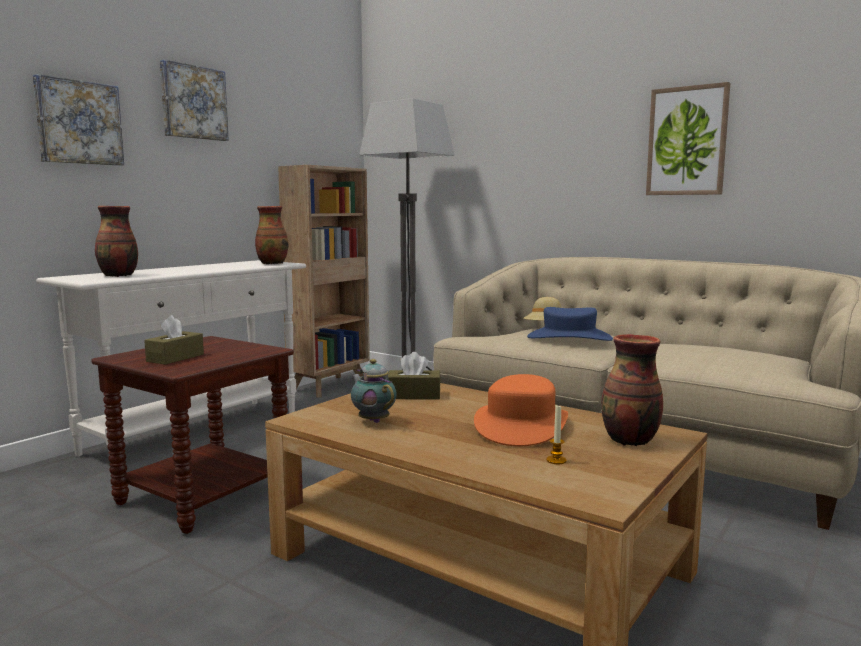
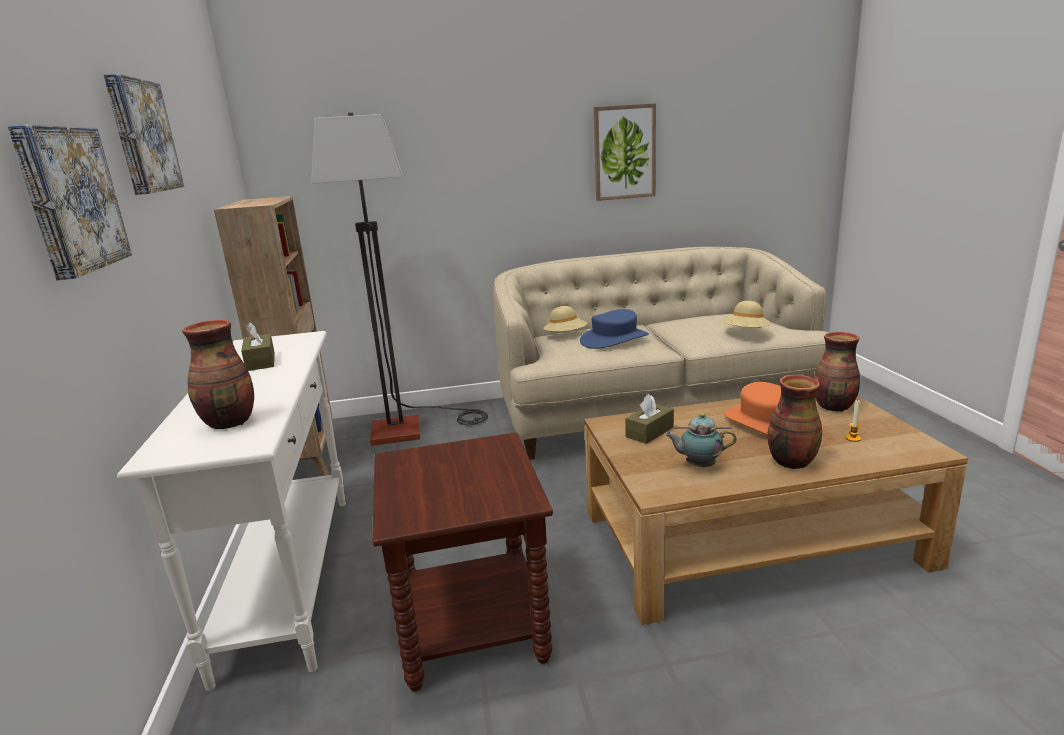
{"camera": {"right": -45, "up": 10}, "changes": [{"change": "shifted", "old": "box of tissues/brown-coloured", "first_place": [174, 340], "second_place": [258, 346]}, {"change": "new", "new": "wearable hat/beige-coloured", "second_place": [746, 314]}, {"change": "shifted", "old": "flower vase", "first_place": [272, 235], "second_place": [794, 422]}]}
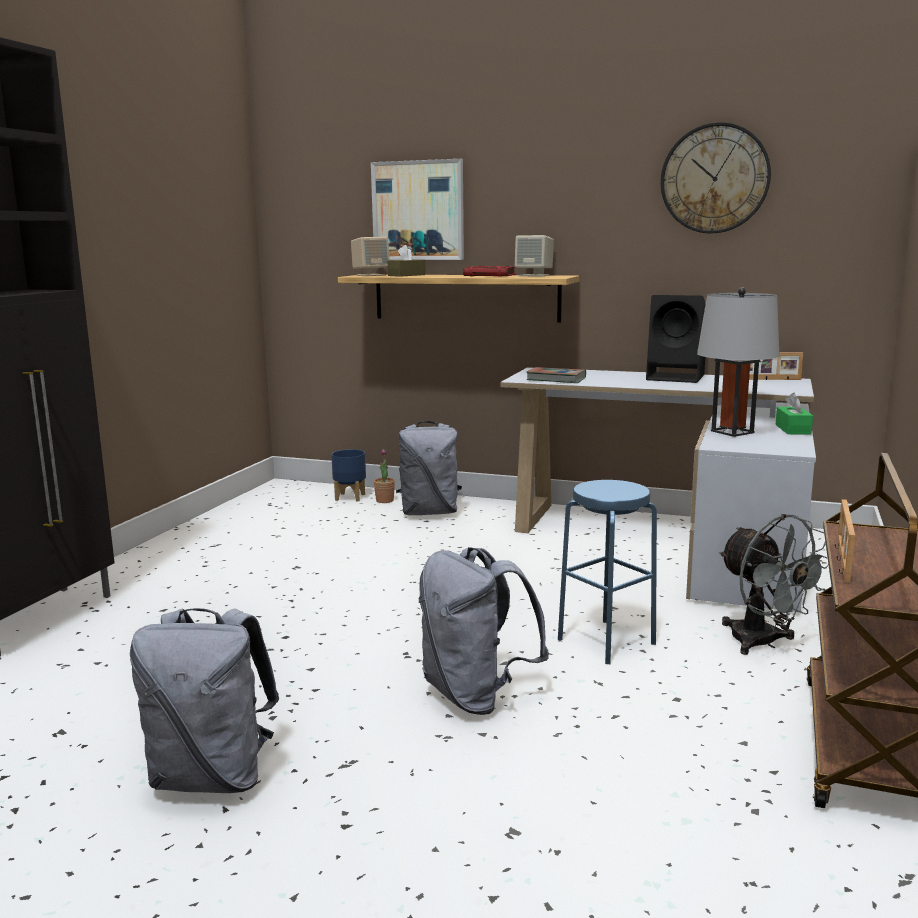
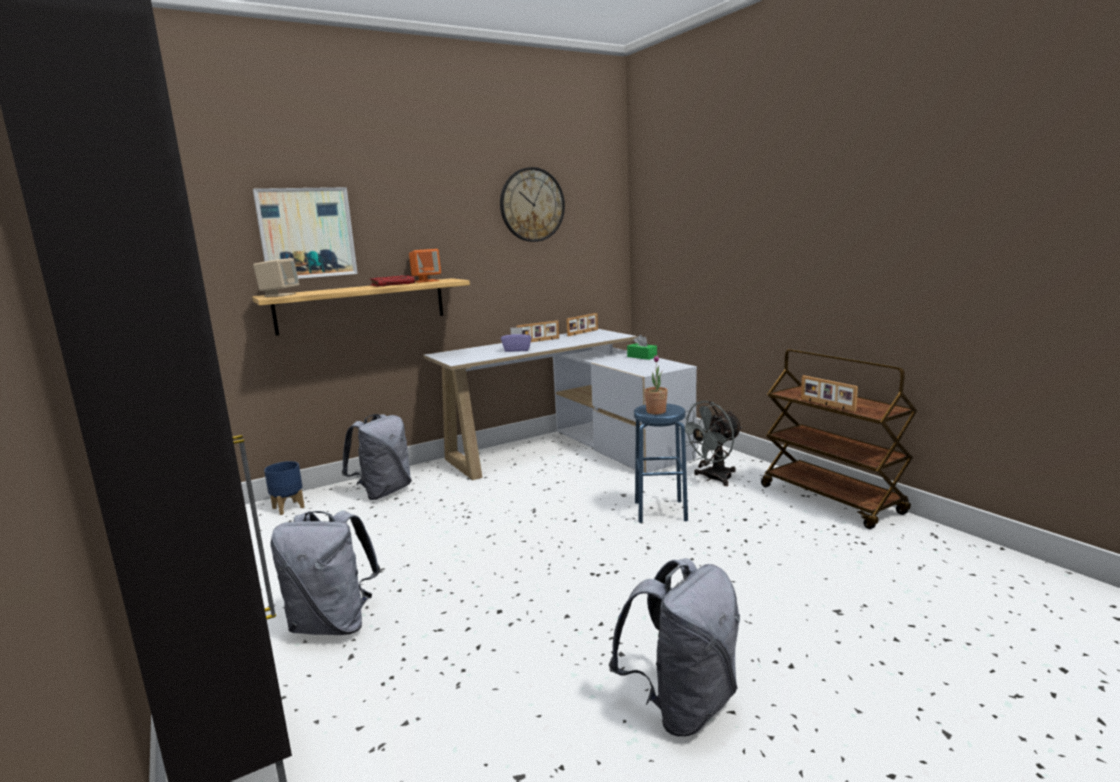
{"camera": {"right": -50, "up": 0}, "changes": [{"change": "shifted", "old": "rucksack/grey", "first_place": [484, 631], "second_place": [325, 573]}, {"change": "repainted", "old": "loudspeaker/beige-coloured", "new": "loudspeaker/orange-coloured", "first_place": [534, 256], "second_place": [425, 266]}, {"change": "new", "new": "box of tissues/purplish", "second_place": [516, 339]}, {"change": "swapped", "old": "loudspeaker/black", "new": "photo frame", "first_place": [676, 339], "second_place": [538, 331]}, {"change": "shifted", "old": "houseplant", "first_place": [384, 476], "second_place": [656, 384]}, {"change": "rotated", "old": "electric fan/grey", "first_place": [774, 584], "second_place": [711, 443], "degrees": 135}, {"change": "gone", "old": "box of tissues/brown-coloured", "first_place": [407, 261]}, {"change": "gone", "old": "bound book", "first_place": [556, 375]}, {"change": "gone", "old": "lamp for a table/grey", "first_place": [738, 362]}]}
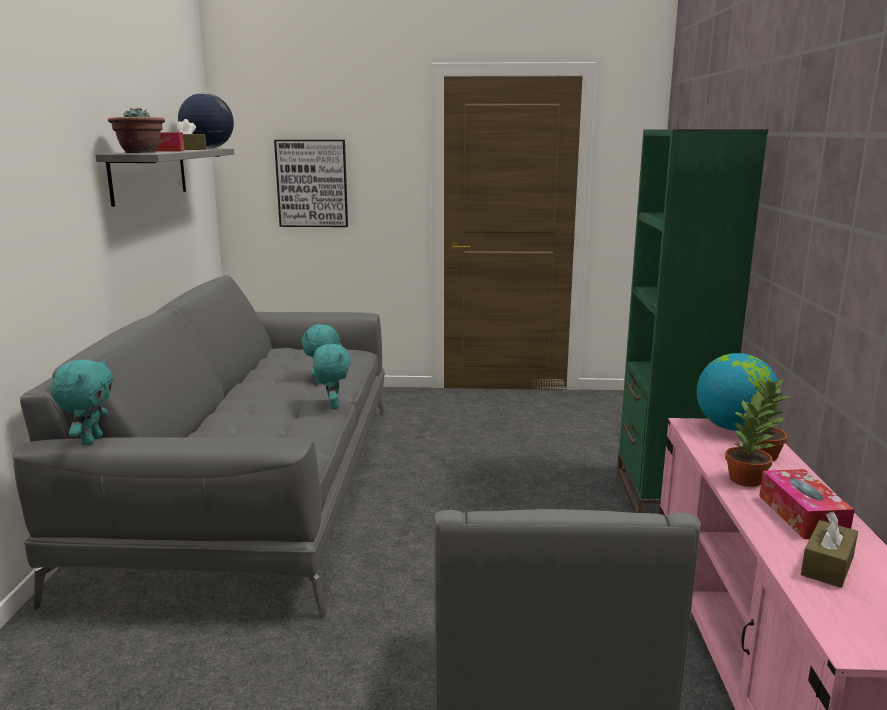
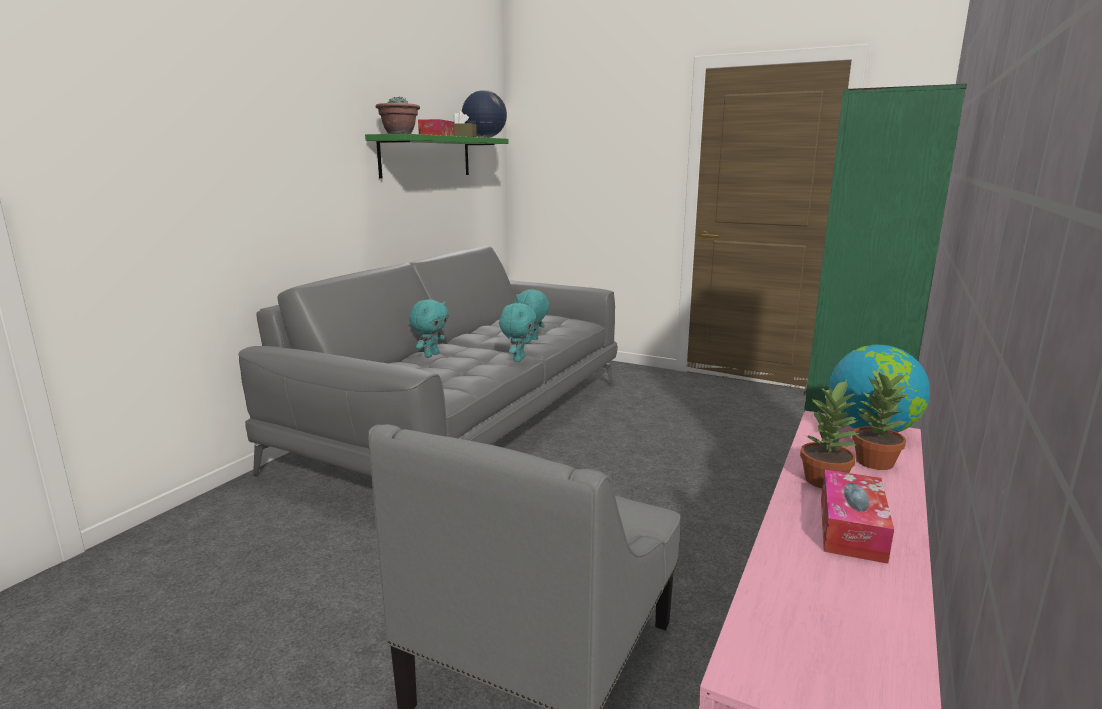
{"camera": {"right": 25, "up": 0}, "changes": [{"change": "repainted", "old": "shelf/grey", "new": "shelf/greenish", "first_place": [164, 178], "second_place": [436, 156]}, {"change": "shifted", "old": "plush toy/turquoise-coloured", "first_place": [82, 402], "second_place": [429, 328]}, {"change": "gone", "old": "wall art", "first_place": [311, 183]}, {"change": "gone", "old": "box of tissues/brown-coloured", "first_place": [829, 550]}]}
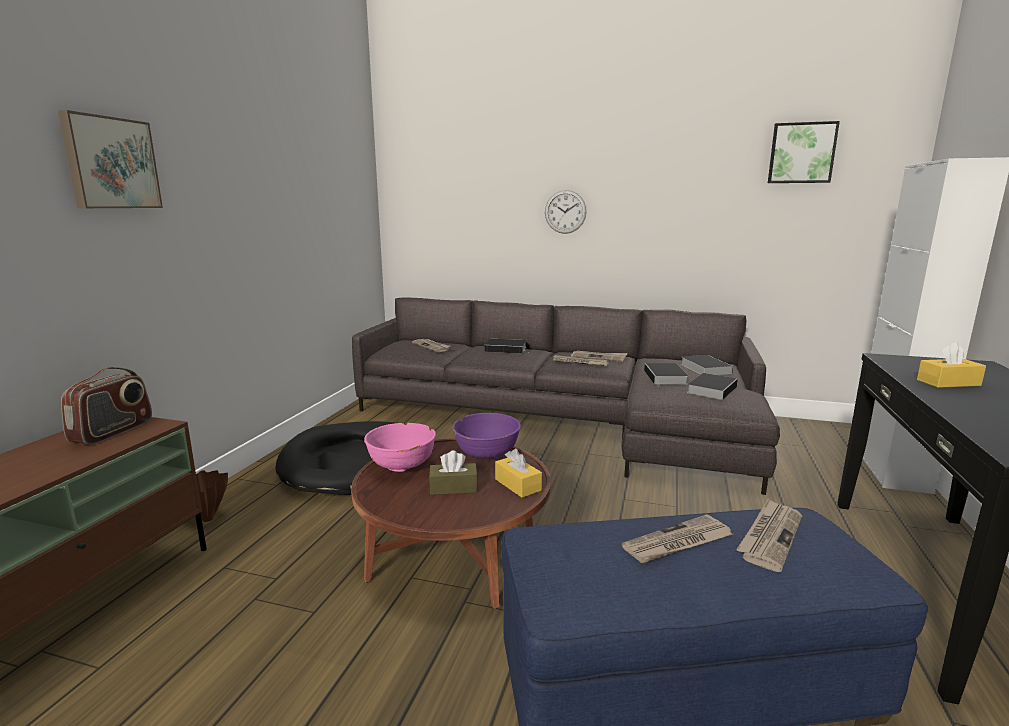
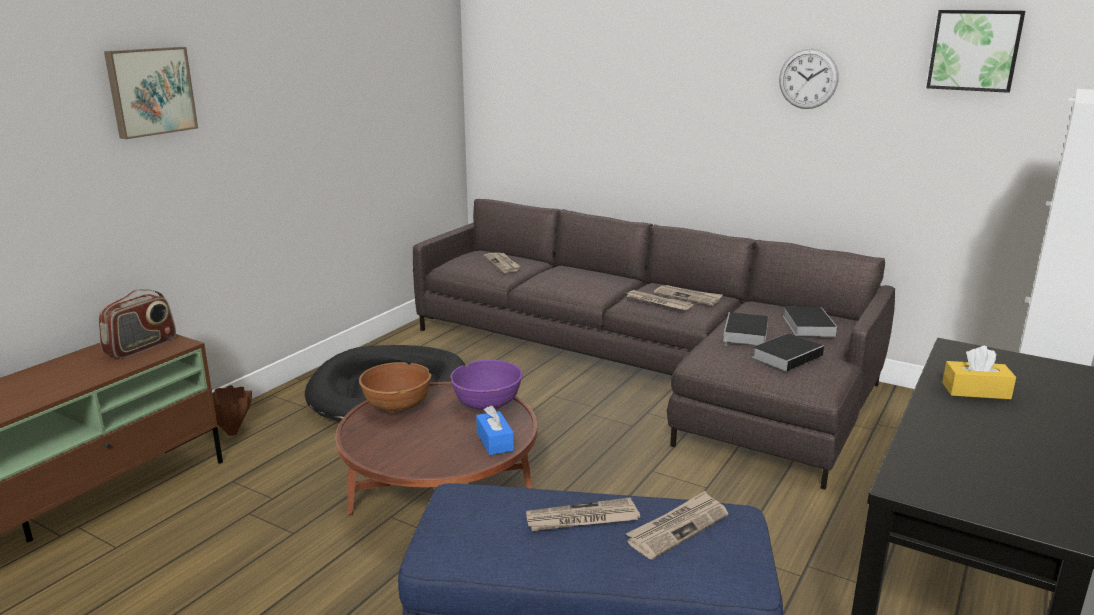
{"camera": {"right": 15, "up": 5}, "changes": [{"change": "repainted", "old": "serving bowl/pinkish", "new": "serving bowl/brown-coloured", "first_place": [400, 447], "second_place": [395, 387]}, {"change": "repainted", "old": "box of tissues/yellowish", "new": "box of tissues/blue", "first_place": [518, 473], "second_place": [495, 430]}, {"change": "shifted", "old": "hanging clock", "first_place": [566, 212], "second_place": [809, 79]}, {"change": "gone", "old": "box of tissues/brown-coloured", "first_place": [453, 472]}, {"change": "gone", "old": "bound book", "first_place": [505, 346]}]}
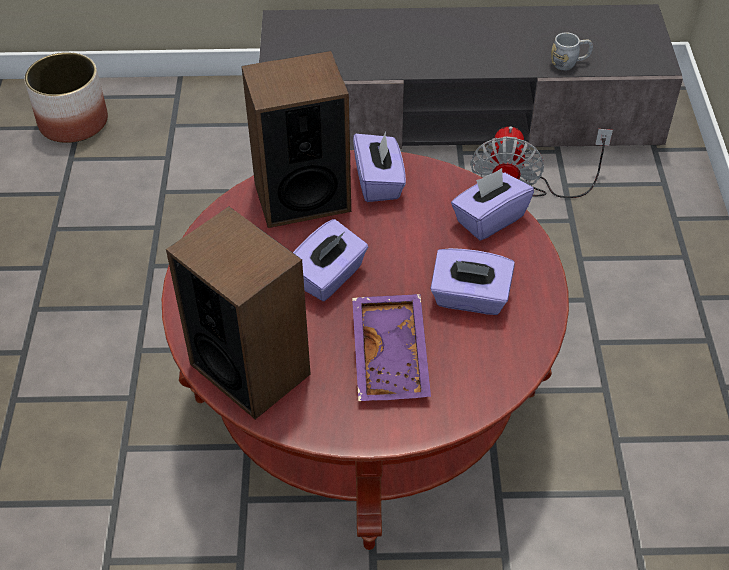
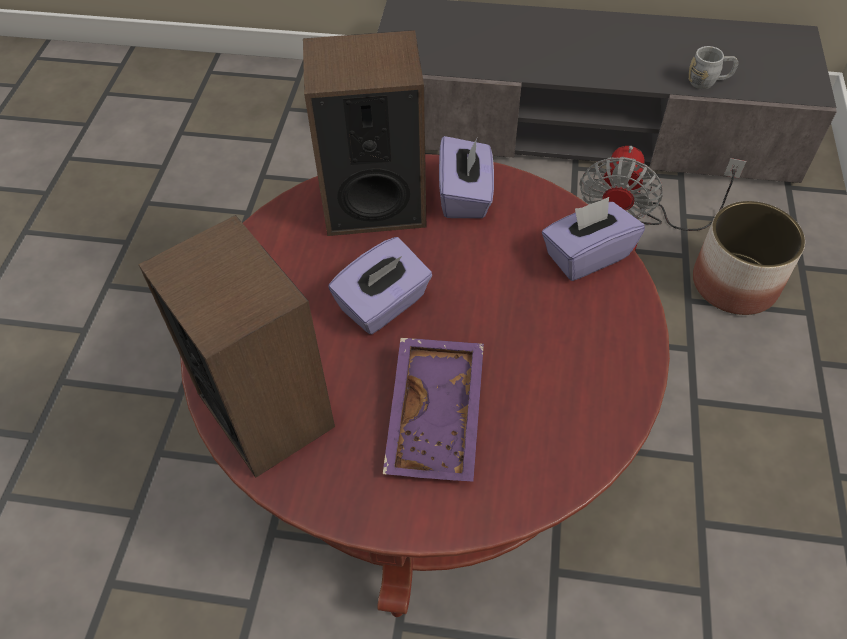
{"camera": {"right": 10, "up": 5}, "changes": [{"change": "shifted", "old": "flower pot", "first_place": [66, 97], "second_place": [749, 258]}, {"change": "gone", "old": "box of tissues/purplish", "first_place": [472, 281]}]}
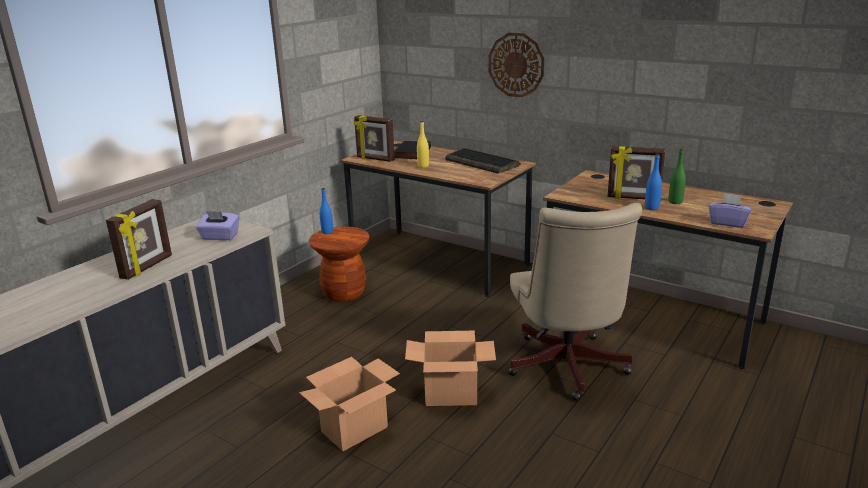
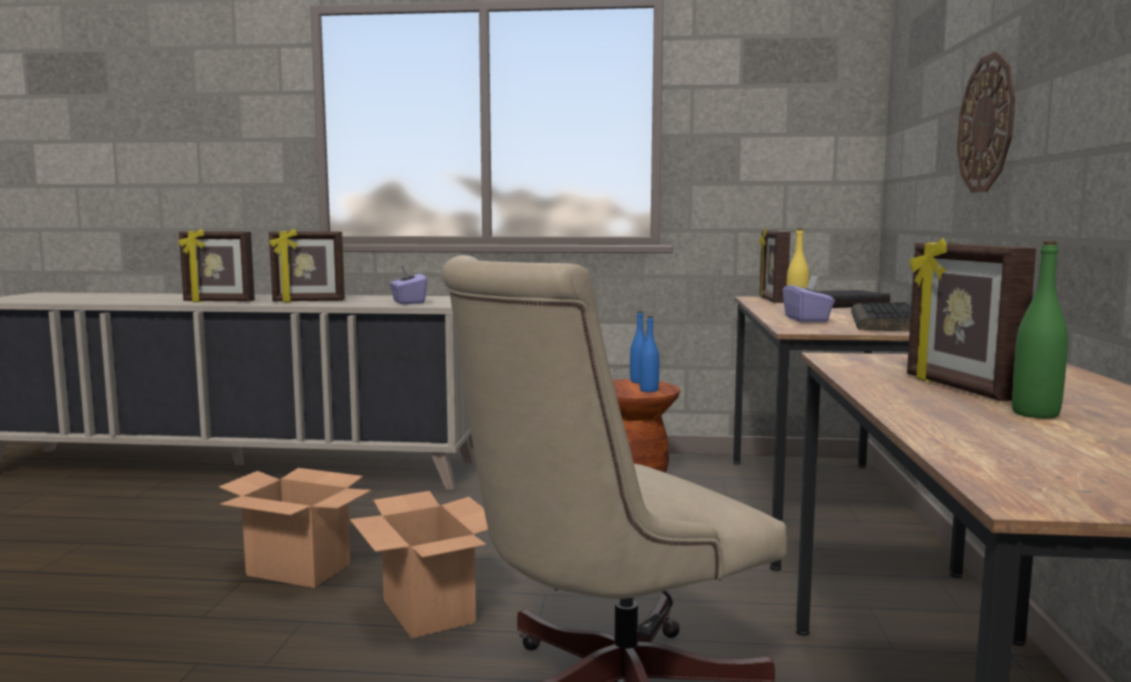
{"camera": {"right": 60, "up": -15}, "changes": [{"change": "new", "new": "photo frame", "second_place": [216, 265]}, {"change": "shifted", "old": "bottle/blue", "first_place": [653, 182], "second_place": [649, 354]}, {"change": "shifted", "old": "box of tissues/purplish", "first_place": [730, 210], "second_place": [809, 298]}]}
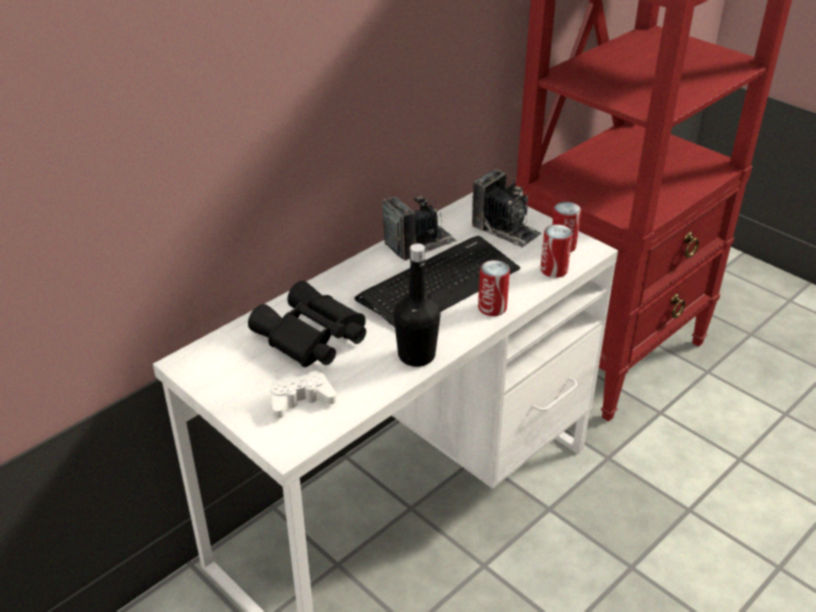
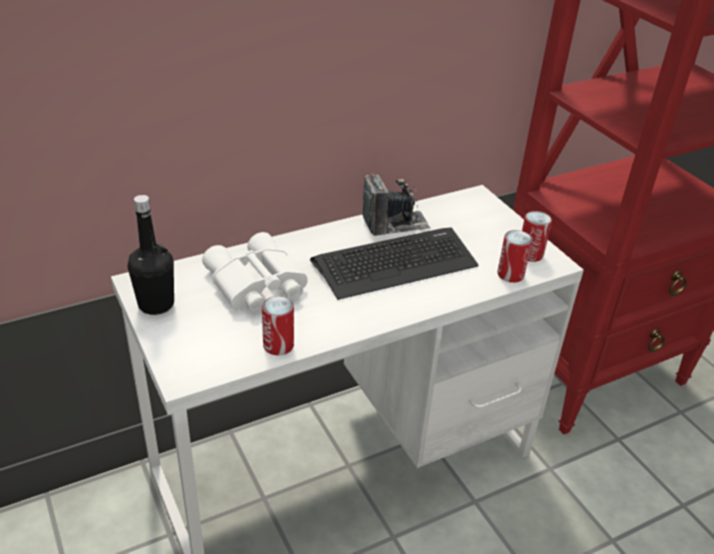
{"camera": {"right": 15, "up": 0}, "changes": [{"change": "shifted", "old": "bottle/black", "first_place": [417, 305], "second_place": [151, 255]}, {"change": "repainted", "old": "field glasses/black", "new": "field glasses/whitish", "first_place": [307, 324], "second_place": [255, 272]}, {"change": "shifted", "old": "can", "first_place": [494, 288], "second_place": [278, 326]}, {"change": "gone", "old": "joypad/whitish", "first_place": [303, 394]}, {"change": "gone", "old": "still camera", "first_place": [506, 208]}]}
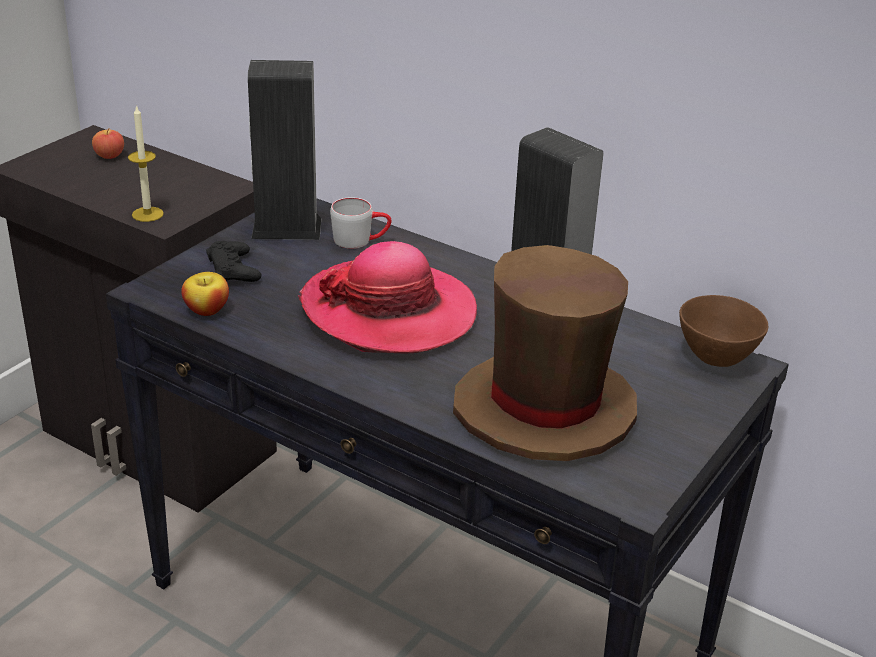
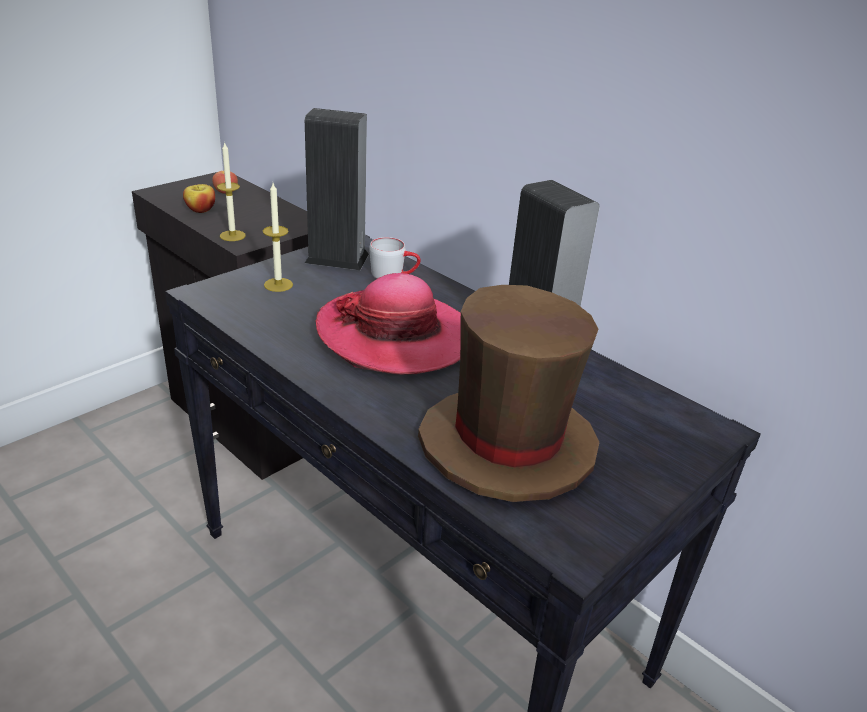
{"camera": {"right": 10, "up": 0}, "changes": [{"change": "shifted", "old": "apple", "first_place": [205, 294], "second_place": [199, 198]}, {"change": "swapped", "old": "joypad/black", "new": "candle", "first_place": [233, 261], "second_place": [278, 237]}, {"change": "gone", "old": "serving bowl/brown-coloured", "first_place": [723, 331]}]}
